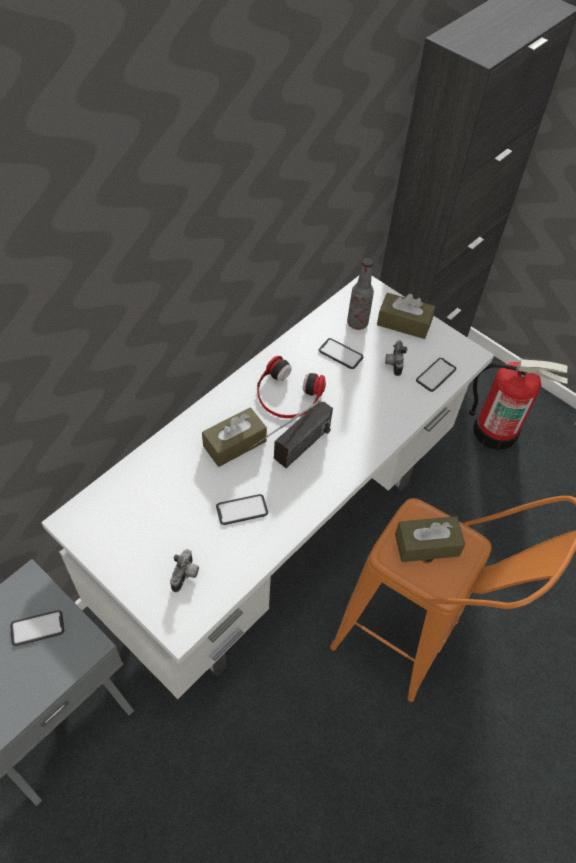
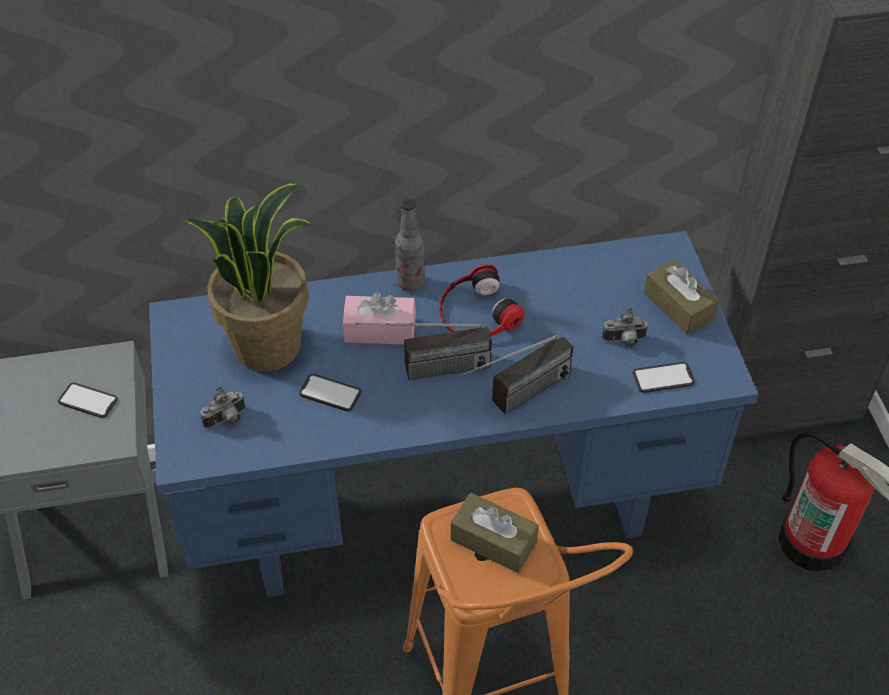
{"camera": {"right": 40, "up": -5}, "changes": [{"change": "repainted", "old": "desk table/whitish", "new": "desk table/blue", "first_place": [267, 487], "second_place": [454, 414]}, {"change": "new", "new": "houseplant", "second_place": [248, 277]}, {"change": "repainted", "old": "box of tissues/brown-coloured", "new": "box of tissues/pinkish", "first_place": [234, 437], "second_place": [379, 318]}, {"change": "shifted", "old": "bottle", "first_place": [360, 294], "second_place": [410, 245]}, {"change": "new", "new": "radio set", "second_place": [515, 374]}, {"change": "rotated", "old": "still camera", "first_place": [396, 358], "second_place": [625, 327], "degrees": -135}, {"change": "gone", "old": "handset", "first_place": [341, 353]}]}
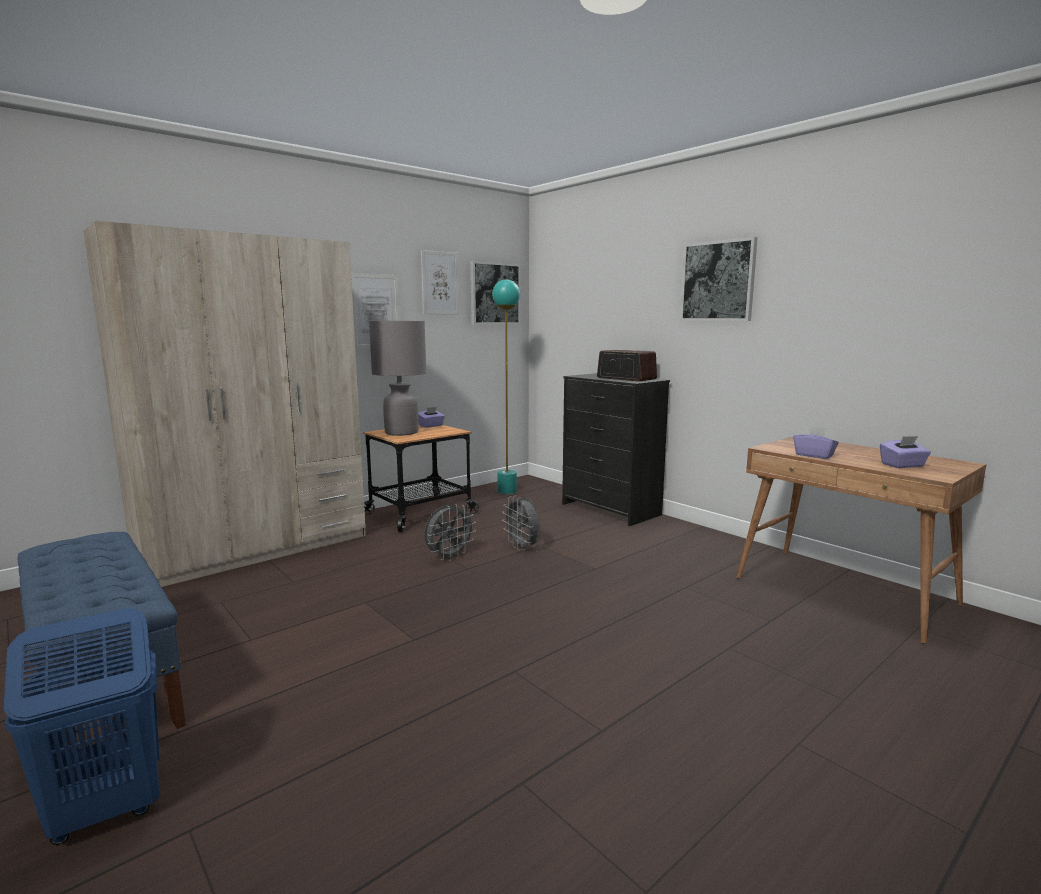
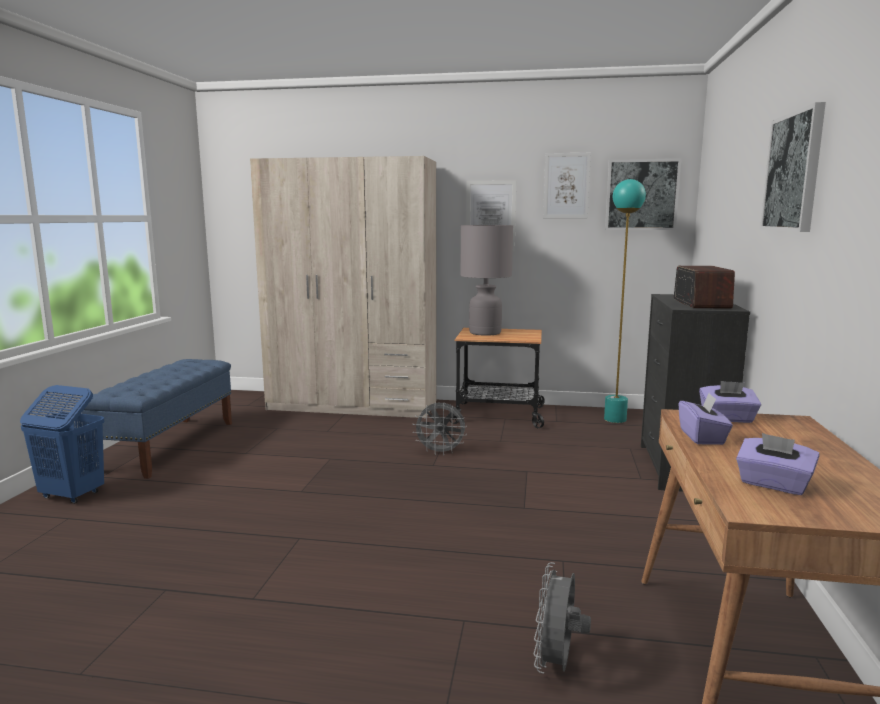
{"camera": {"right": 50, "up": 0}, "changes": [{"change": "shifted", "old": "electric fan/grey", "first_place": [521, 523], "second_place": [562, 618]}, {"change": "shifted", "old": "box of tissues/purplish", "first_place": [431, 417], "second_place": [730, 402]}]}
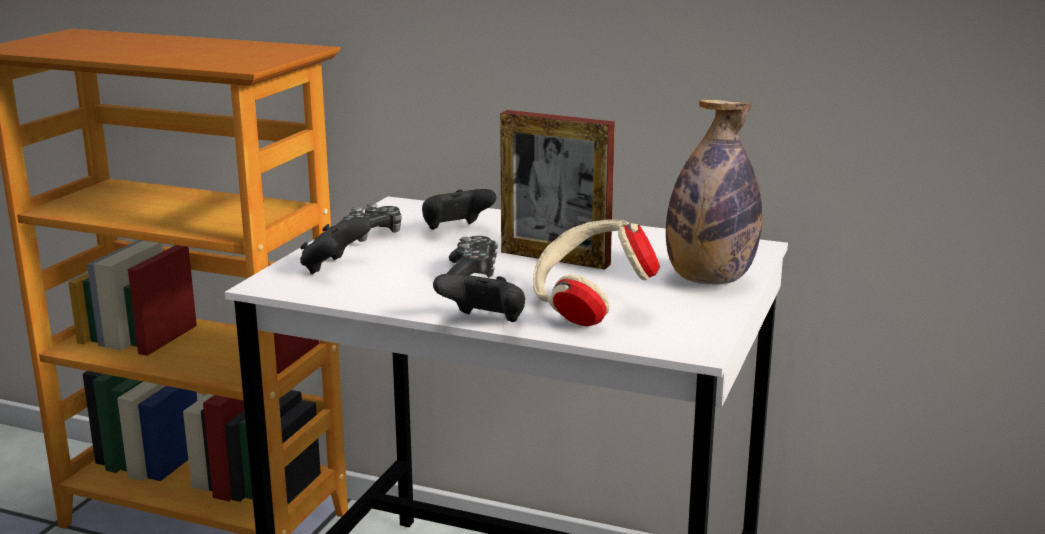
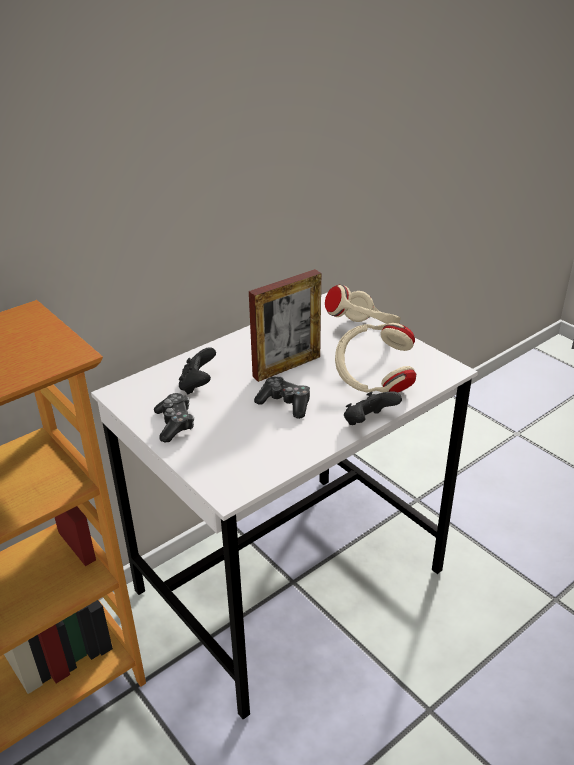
{"camera": {"right": -60, "up": 15}, "changes": [{"change": "swapped", "old": "bottle", "new": "headphones/beige-coloured", "first_place": [714, 192], "second_place": [363, 304]}, {"change": "gone", "old": "joypad/black", "first_place": [335, 245]}]}
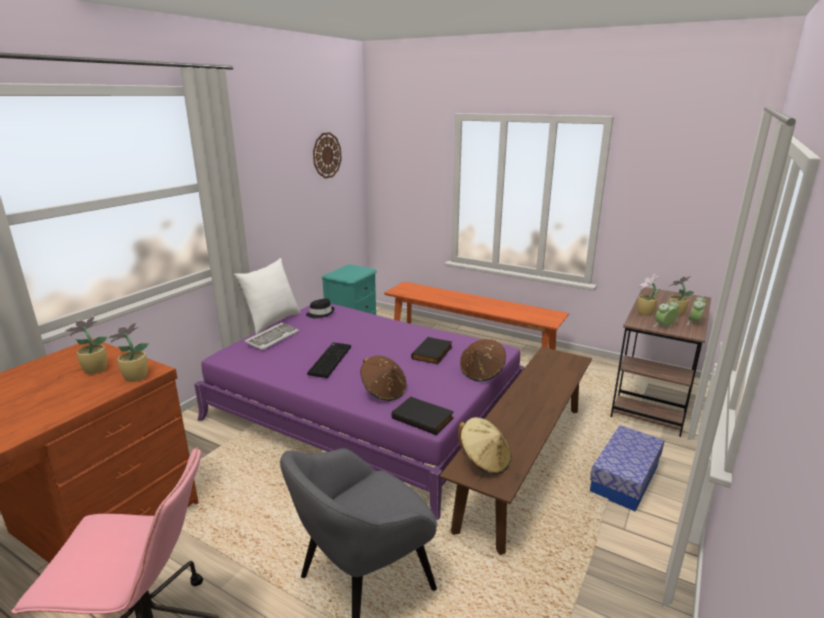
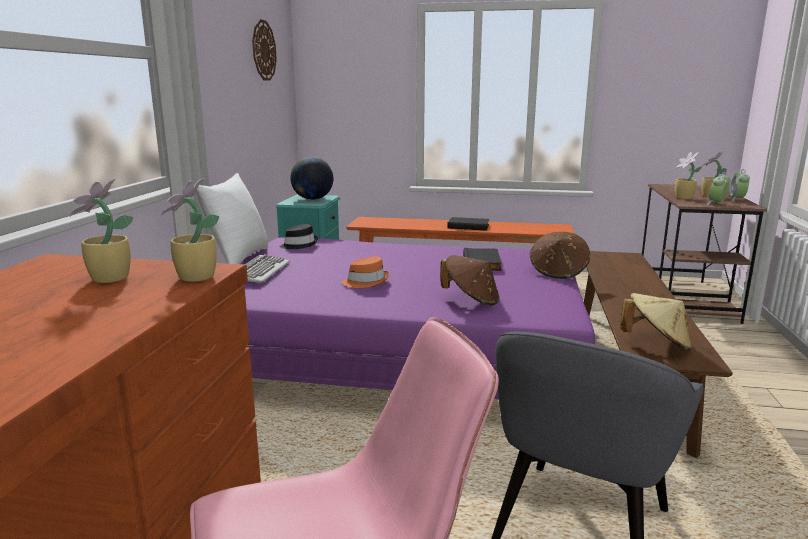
{"camera": {"right": -20, "up": -5}, "changes": [{"change": "new", "new": "globe", "second_place": [311, 178]}, {"change": "swapped", "old": "computer keyboard", "new": "wearable hat/orange-coloured", "first_place": [329, 360], "second_place": [365, 272]}, {"change": "shifted", "old": "bound book/black", "first_place": [423, 415], "second_place": [468, 224]}, {"change": "gone", "old": "storage bin", "first_place": [627, 468]}]}
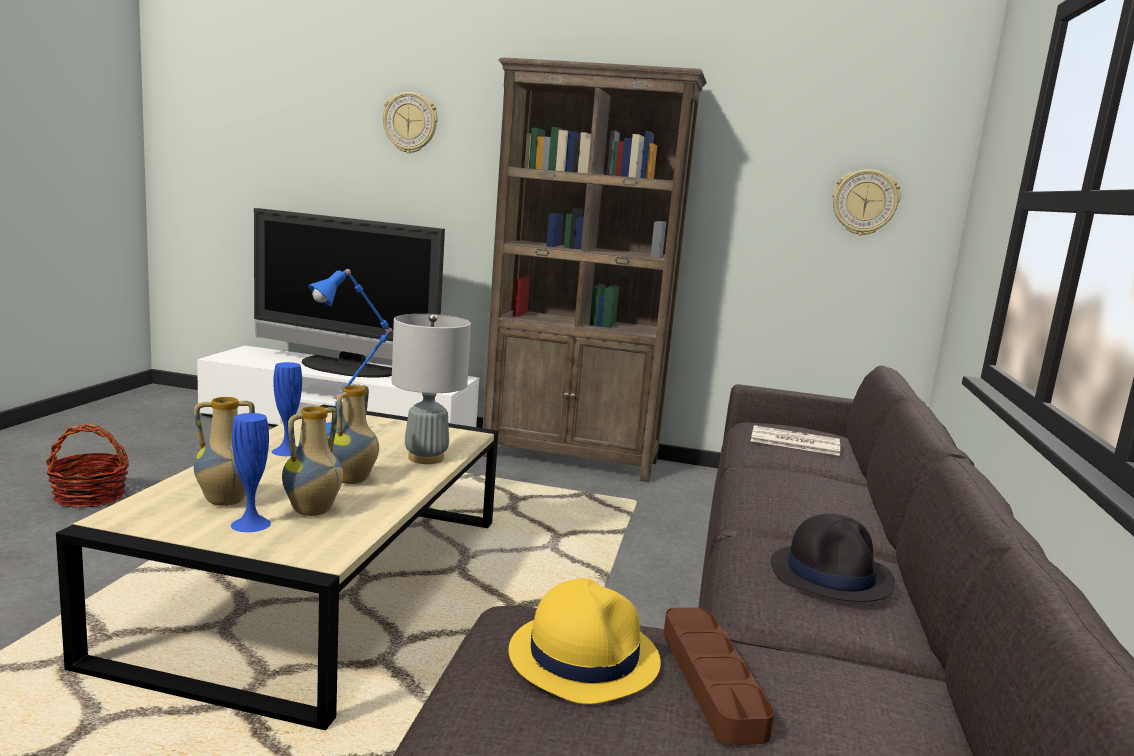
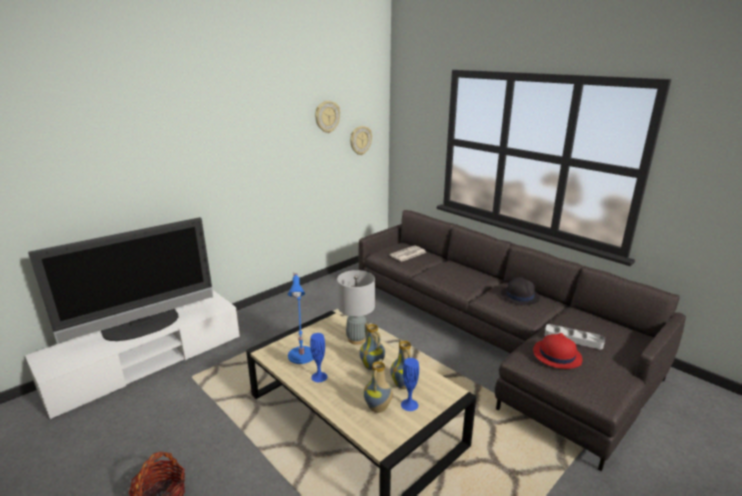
{"camera": {"right": -55, "up": 10}, "changes": [{"change": "shifted", "old": "hanging clock", "first_place": [410, 122], "second_place": [327, 117]}, {"change": "repainted", "old": "wearable hat/yellowish", "new": "wearable hat/red", "first_place": [584, 641], "second_place": [557, 351]}, {"change": "repainted", "old": "carrying tray/brown-coloured", "new": "carrying tray/grey", "first_place": [719, 676], "second_place": [575, 336]}, {"change": "gone", "old": "bookshelf/brown-coloured", "first_place": [595, 269]}]}
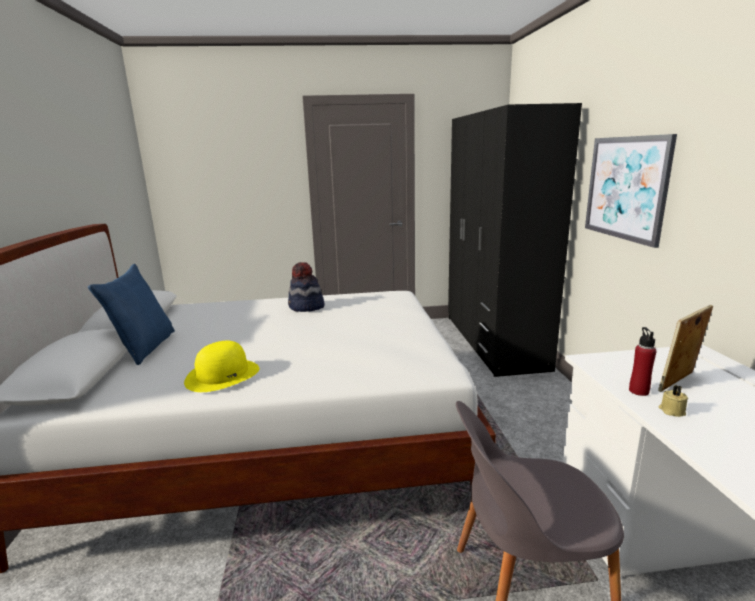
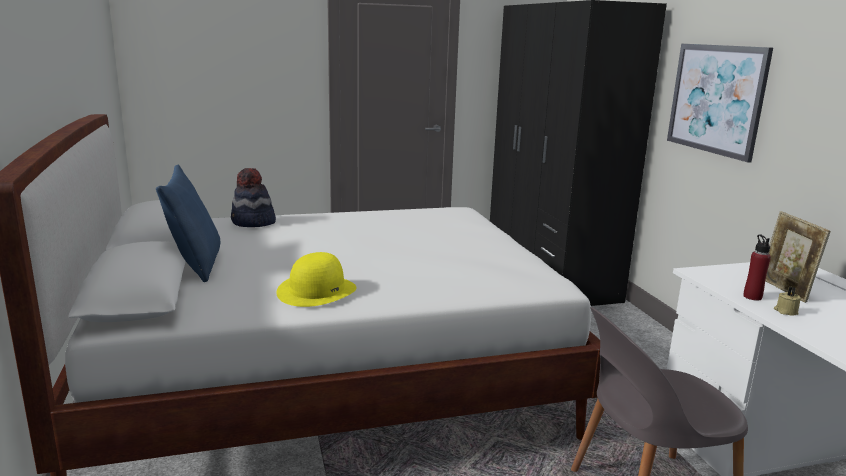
{"camera": {"right": -10, "up": 0}, "changes": [{"change": "shifted", "old": "wearable hat", "first_place": [306, 287], "second_place": [253, 197]}, {"change": "rotated", "old": "photo frame", "first_place": [685, 348], "second_place": [797, 257], "degrees": -60}]}
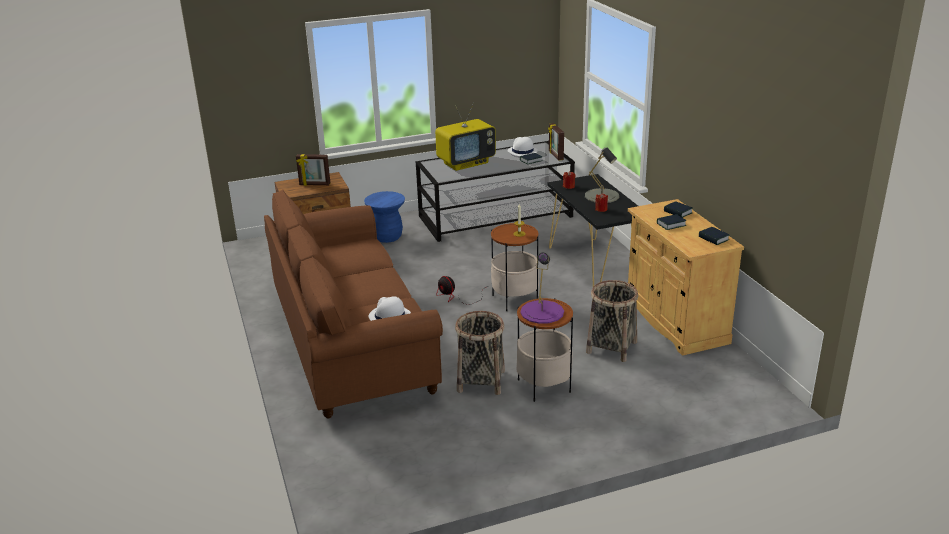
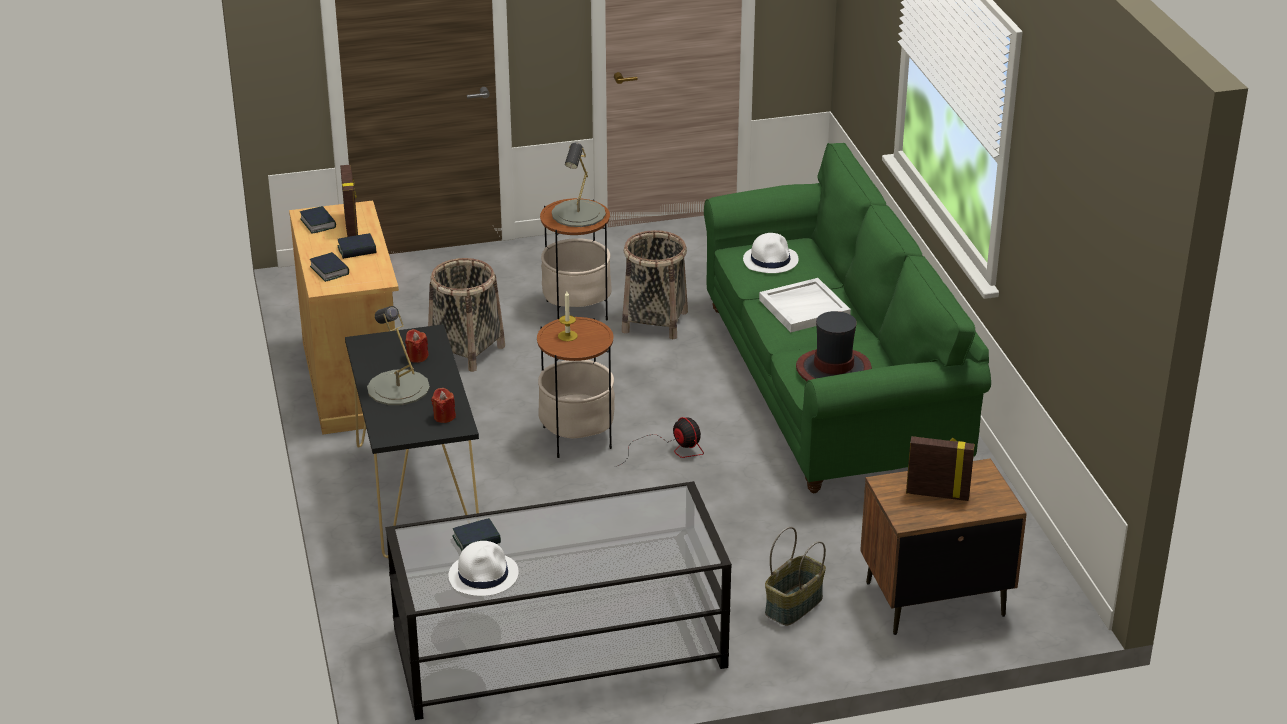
{"camera": {"right": -175, "up": 5}, "changes": [{"change": "shifted", "old": "photo frame", "first_place": [556, 142], "second_place": [349, 201]}, {"change": "repainted", "old": "lamp for a table/purplish", "new": "lamp for a table/grey", "first_place": [542, 288], "second_place": [579, 184]}, {"change": "repainted", "old": "settee/brown-coloured", "new": "settee/greenish", "first_place": [353, 304], "second_place": [847, 318]}, {"change": "new", "new": "carrying tray/whitish", "second_place": [805, 305]}, {"change": "swapped", "old": "sitting stool/blue", "new": "basket", "first_place": [384, 217], "second_place": [795, 576]}, {"change": "new", "new": "wearable hat", "second_place": [834, 346]}, {"change": "gone", "old": "TV", "first_place": [465, 136]}]}
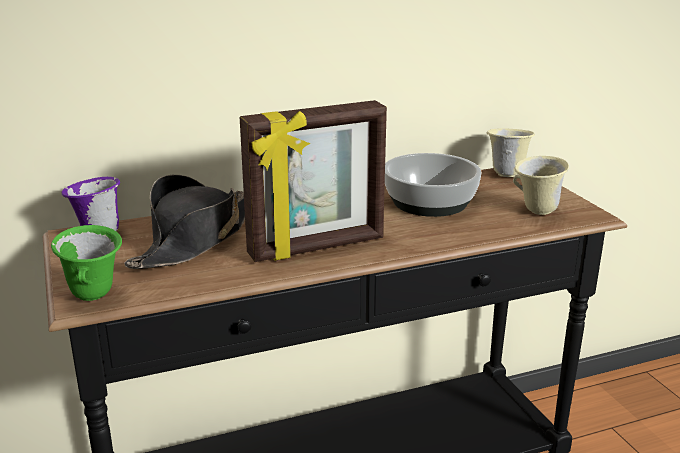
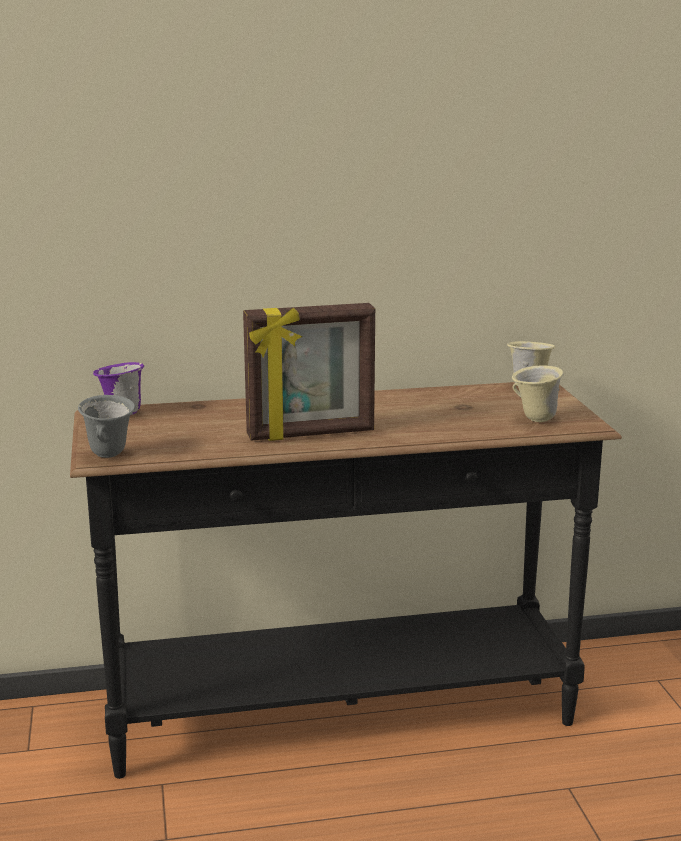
{"camera": {"right": 10, "up": -5}, "changes": [{"change": "repainted", "old": "coffee mug/greenish", "new": "coffee mug/grey", "first_place": [86, 263], "second_place": [106, 426]}, {"change": "gone", "old": "wearable hat/black", "first_place": [184, 222]}, {"change": "gone", "old": "serving bowl", "first_place": [433, 185]}]}
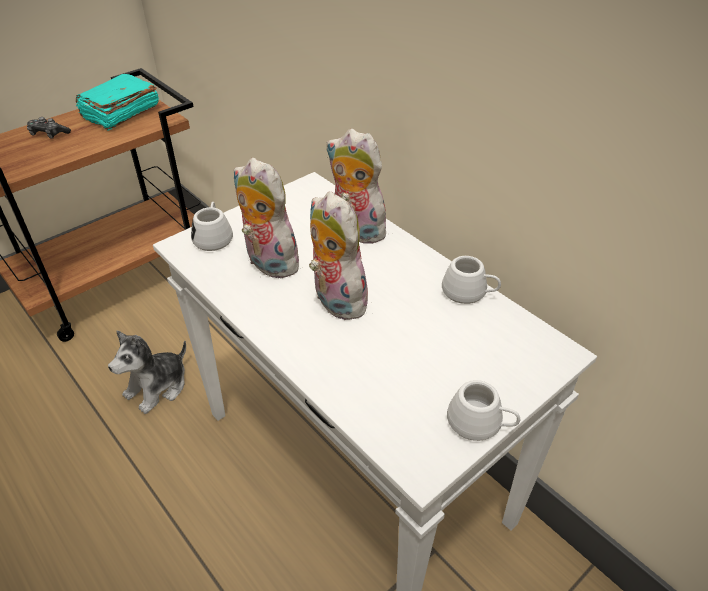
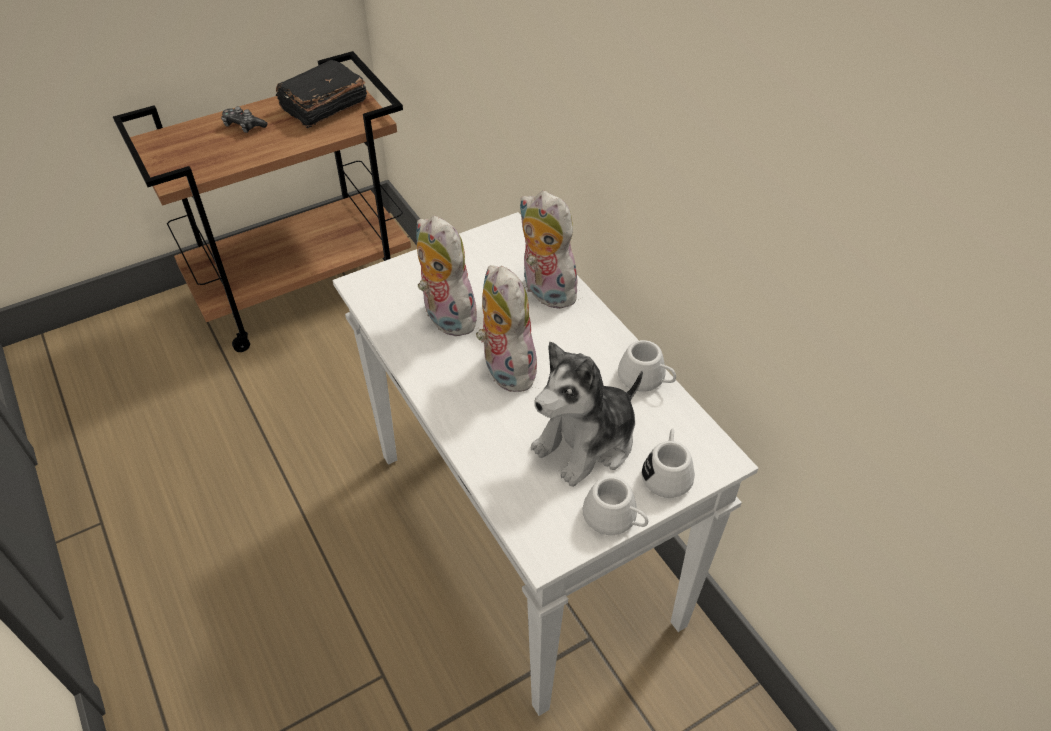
{"camera": {"right": 10, "up": 5}, "changes": [{"change": "repainted", "old": "bound book/turquoise-coloured", "new": "bound book/black", "first_place": [117, 102], "second_place": [321, 94]}, {"change": "shifted", "old": "plush toy", "first_place": [147, 372], "second_place": [587, 414]}, {"change": "shifted", "old": "coffee mug/whitish", "first_place": [212, 226], "second_place": [668, 463]}]}
